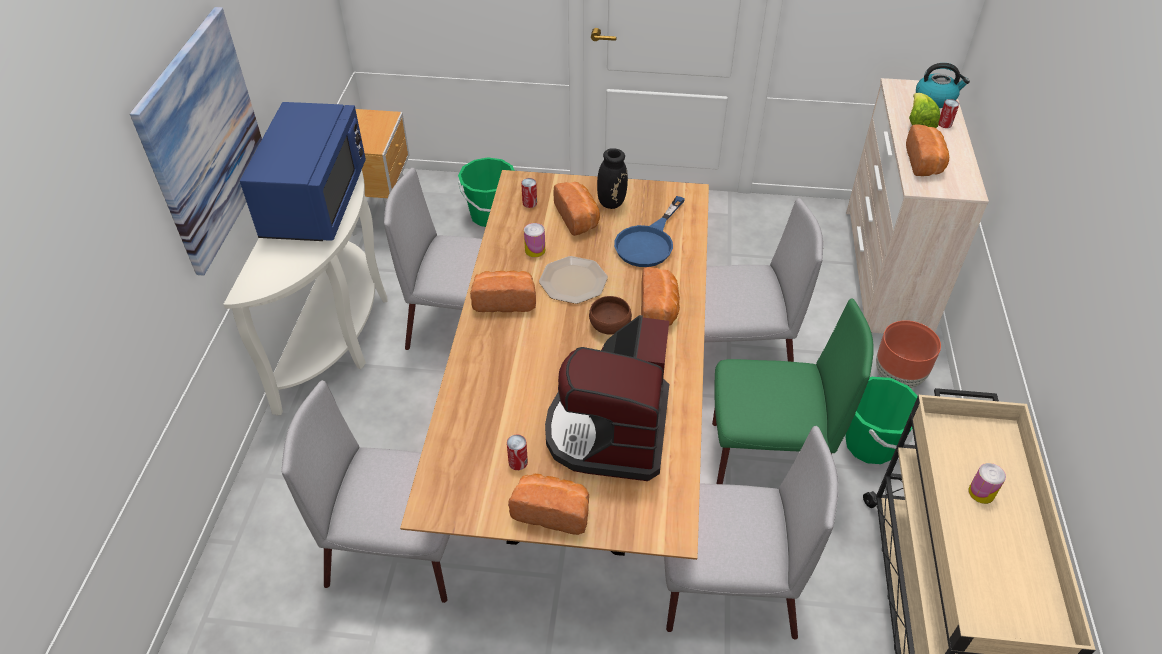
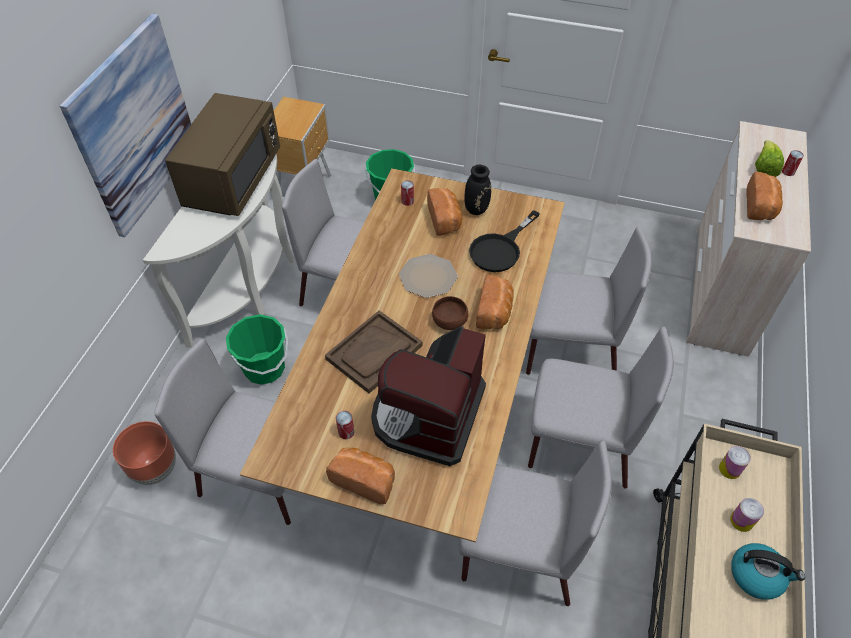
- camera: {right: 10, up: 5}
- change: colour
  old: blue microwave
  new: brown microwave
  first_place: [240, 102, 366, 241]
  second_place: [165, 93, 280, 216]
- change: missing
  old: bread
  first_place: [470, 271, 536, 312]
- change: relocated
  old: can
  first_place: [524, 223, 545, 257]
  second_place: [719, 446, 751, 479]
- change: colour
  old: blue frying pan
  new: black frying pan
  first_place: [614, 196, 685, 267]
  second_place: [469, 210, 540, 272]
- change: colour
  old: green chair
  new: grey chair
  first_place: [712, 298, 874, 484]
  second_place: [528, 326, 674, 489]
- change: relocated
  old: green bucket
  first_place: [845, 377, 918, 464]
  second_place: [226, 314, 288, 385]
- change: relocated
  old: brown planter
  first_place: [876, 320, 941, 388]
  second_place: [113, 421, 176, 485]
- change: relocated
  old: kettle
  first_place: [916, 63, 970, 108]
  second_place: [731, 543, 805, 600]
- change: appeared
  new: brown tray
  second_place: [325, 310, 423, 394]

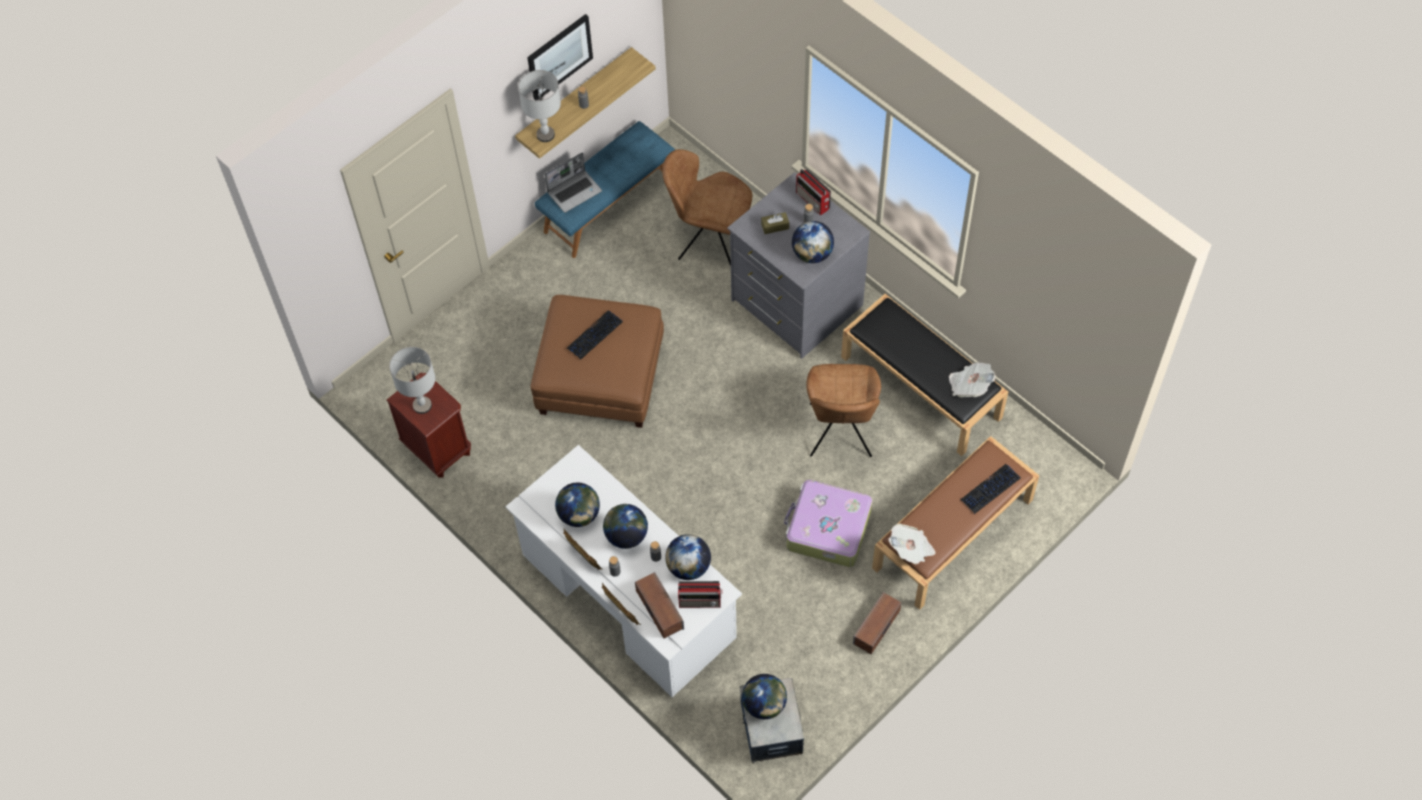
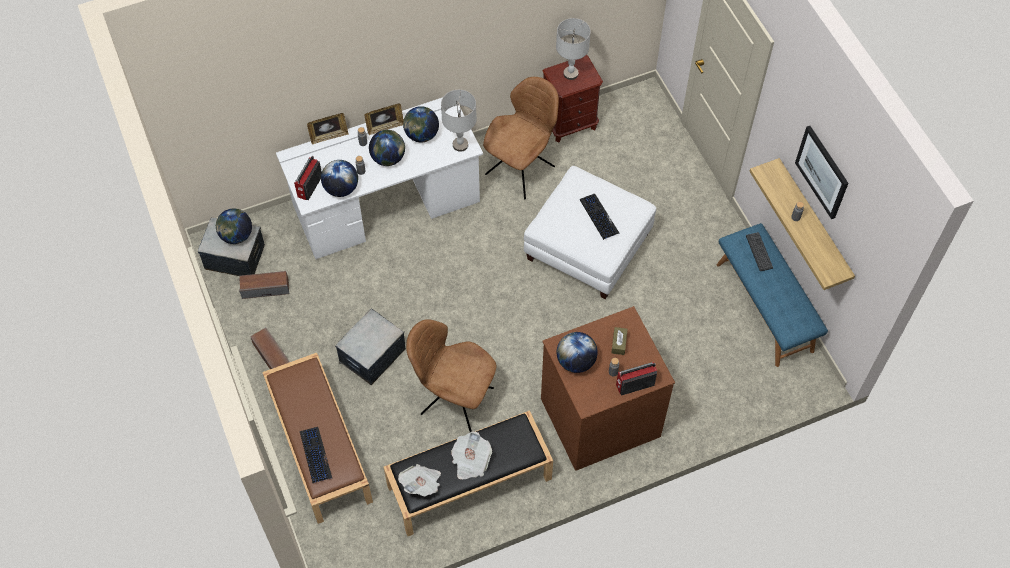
- camera: {right: 110, up: 0}
- change: relocated
  old: grey table lamp
  first_place: [518, 70, 561, 142]
  second_place: [441, 90, 477, 152]
- change: colour
  old: brown ottoman
  new: white ottoman
  first_place: [531, 295, 664, 428]
  second_place: [524, 166, 656, 299]
- change: exchanged
  old: laptop
  new: keyboard
  first_place: [545, 152, 602, 213]
  second_place: [746, 232, 773, 271]
- change: relocated
  old: speaker
  first_place: [635, 572, 684, 638]
  second_place: [239, 271, 290, 299]
- change: relocated
  old: brown chair
  first_place: [662, 149, 752, 266]
  second_place: [483, 77, 559, 199]
- change: colour
  old: grey dresser
  new: brown dresser
  first_place: [727, 172, 870, 359]
  second_place: [541, 306, 675, 471]
- change: exchanged
  old: suitcase
  new: storage box
  first_place: [784, 480, 872, 567]
  second_place: [335, 309, 406, 385]
- change: relocated
  old: newspaper
  first_place: [888, 524, 936, 564]
  second_place: [451, 432, 492, 479]

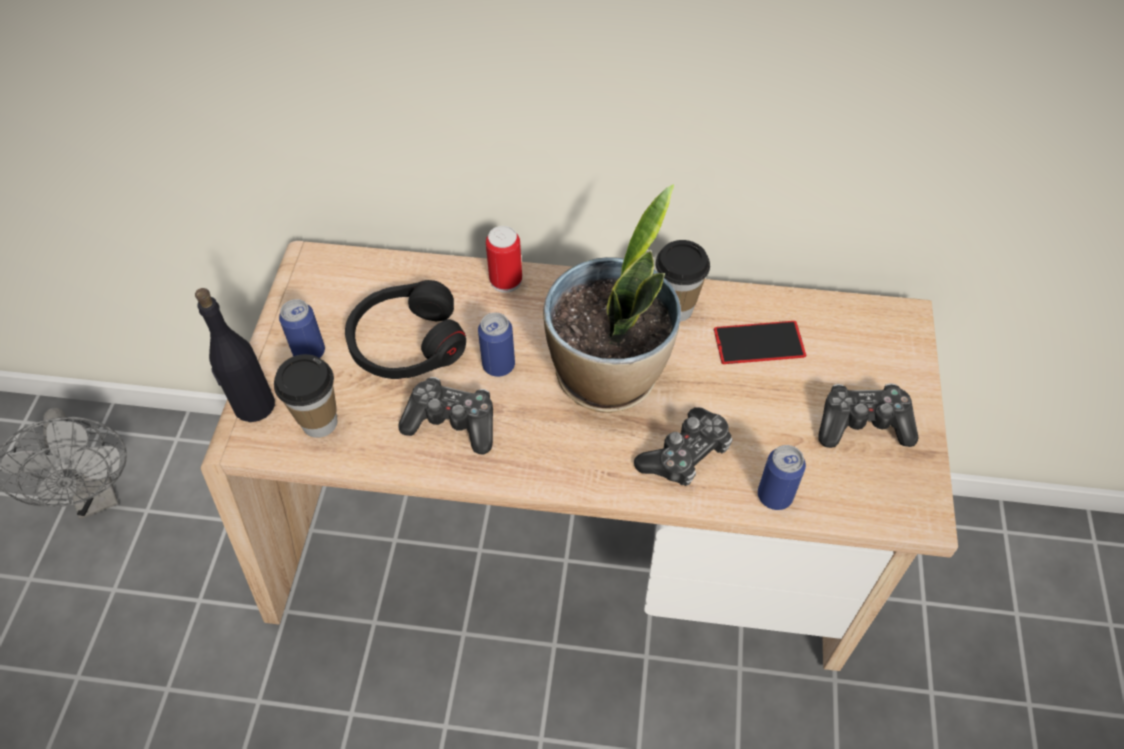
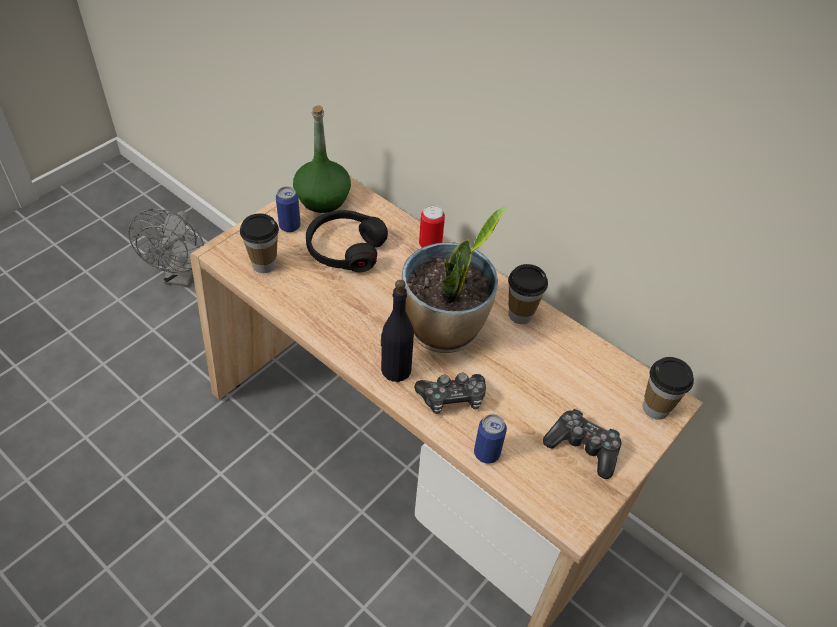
- camera: {right: 30, up: -5}
- change: relocated
  old: black bottle
  first_place: [195, 288, 275, 422]
  second_place: [381, 280, 414, 382]
- change: missing
  old: game controller
  first_place: [398, 377, 493, 454]
- change: missing
  old: can
  first_place: [478, 313, 515, 377]
- change: missing
  old: phone
  first_place: [714, 321, 806, 364]
- change: appeared
  new: green bottle
  second_place: [293, 105, 351, 213]
- change: appeared
  new: cup
  second_place: [643, 357, 694, 420]

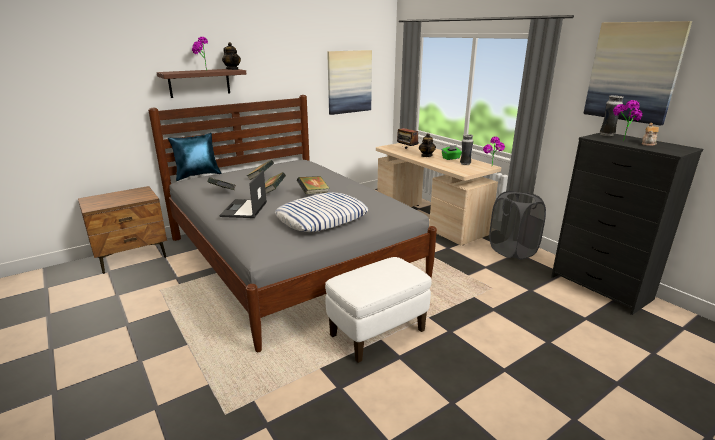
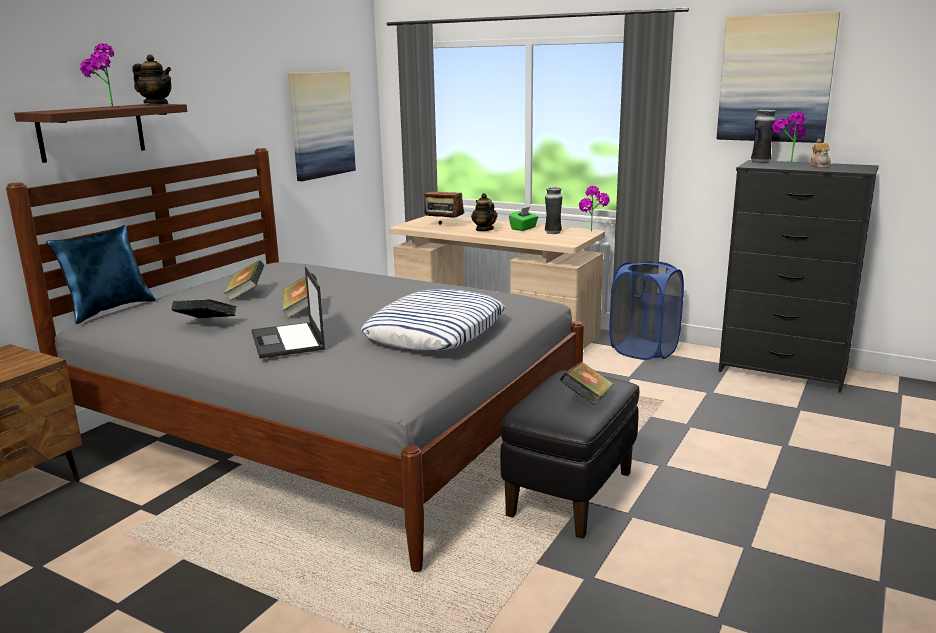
- camera: {right: -25, up: -5}
- change: relocated
  old: book
  first_place: [297, 176, 330, 194]
  second_place: [560, 362, 614, 405]
- change: colour
  old: white ottoman
  new: black ottoman
  first_place: [325, 257, 432, 363]
  second_place: [500, 371, 639, 539]
- change: colour
  old: grey laundry basket
  new: blue laundry basket
  first_place: [489, 191, 546, 260]
  second_place: [609, 261, 684, 360]

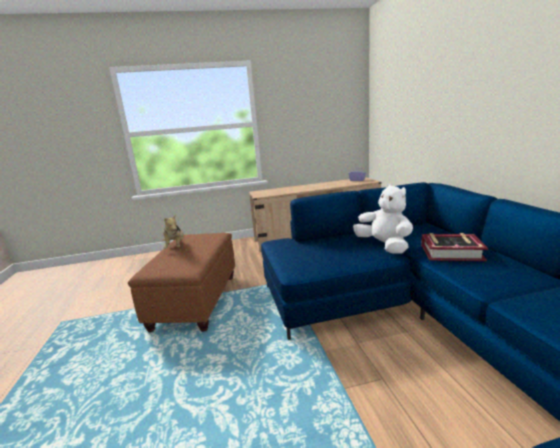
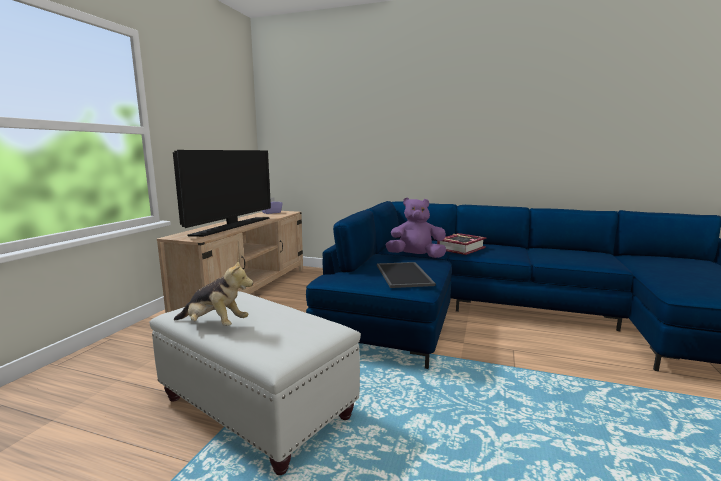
- camera: {right: -60, up: -5}
- change: colour
  old: brown ottoman
  new: white ottoman
  first_place: [128, 233, 235, 332]
  second_place: [149, 291, 361, 475]
- change: colour
  old: white plush toy
  new: purple plush toy
  first_place: [353, 184, 413, 254]
  second_place: [385, 198, 446, 258]
- change: appeared
  new: television
  second_place: [173, 150, 271, 237]
- change: appeared
  new: tray
  second_place: [377, 262, 436, 288]

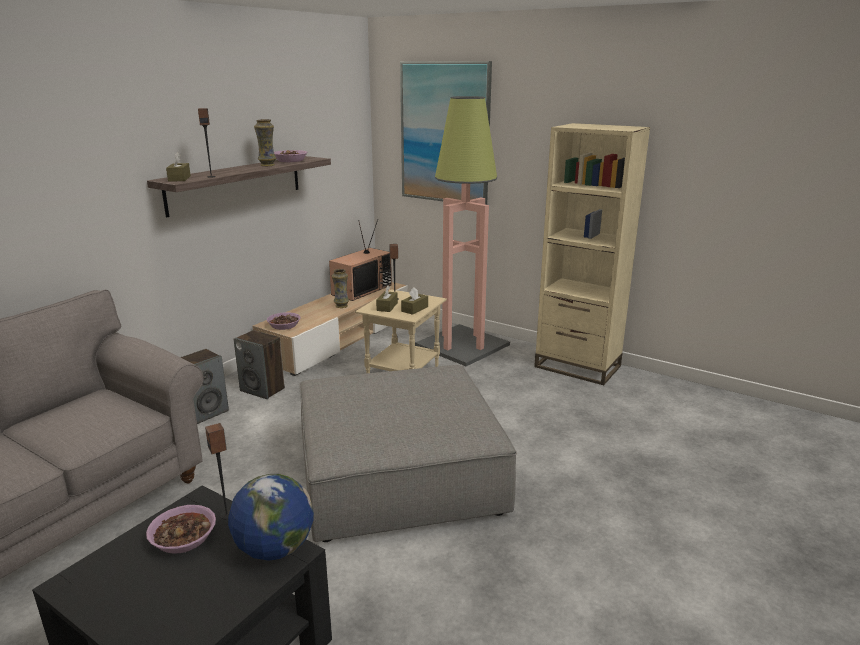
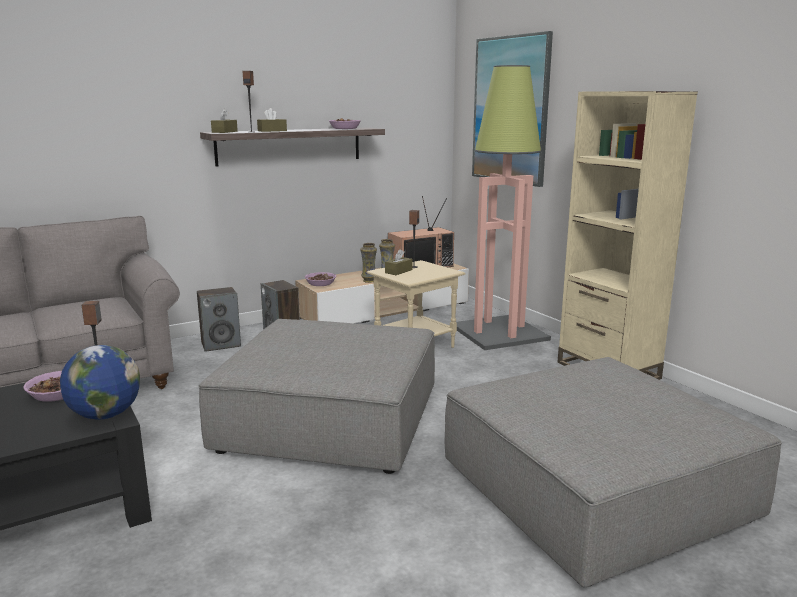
- camera: {right: 25, up: -5}
- change: relocated
  old: vase
  first_place: [254, 119, 276, 166]
  second_place: [360, 243, 377, 283]
- change: relocated
  old: brown tissue box
  first_place: [401, 287, 428, 315]
  second_place: [257, 108, 287, 132]
- change: appeared
  new: grey ottoman
  second_place: [445, 357, 782, 587]

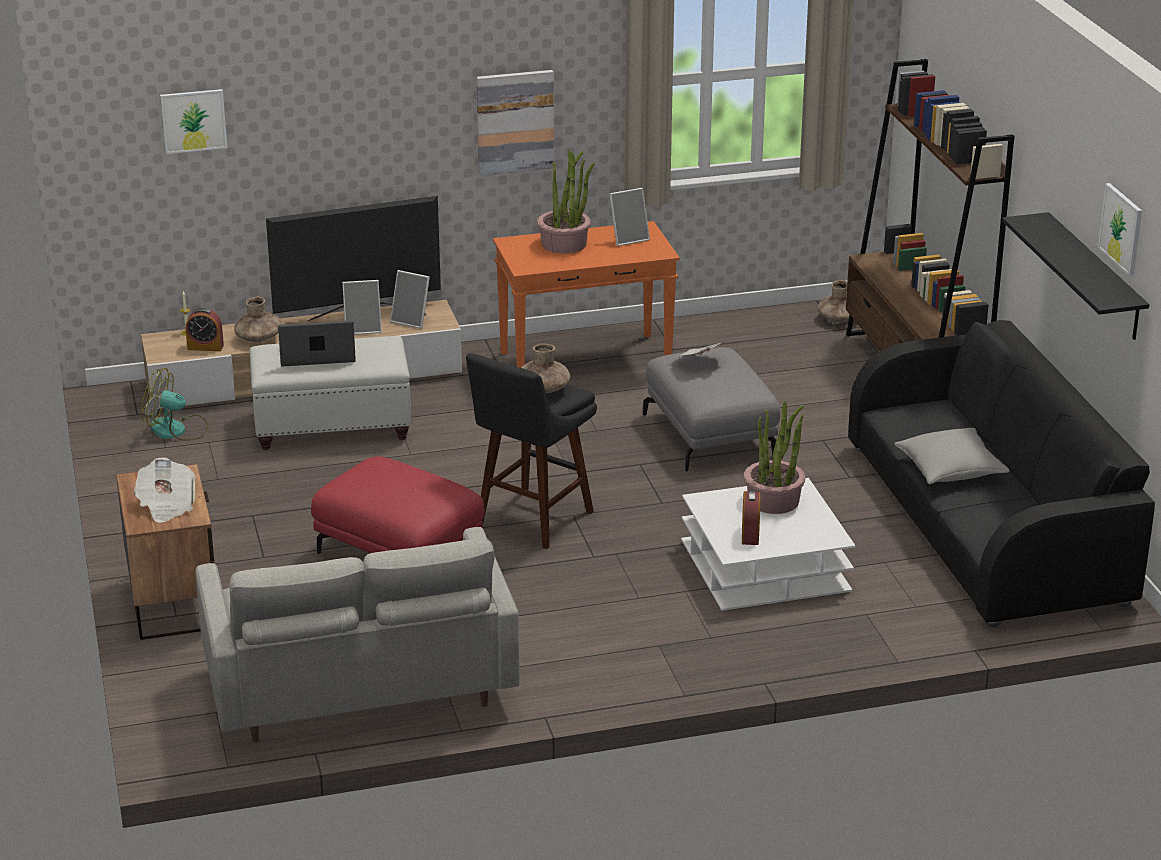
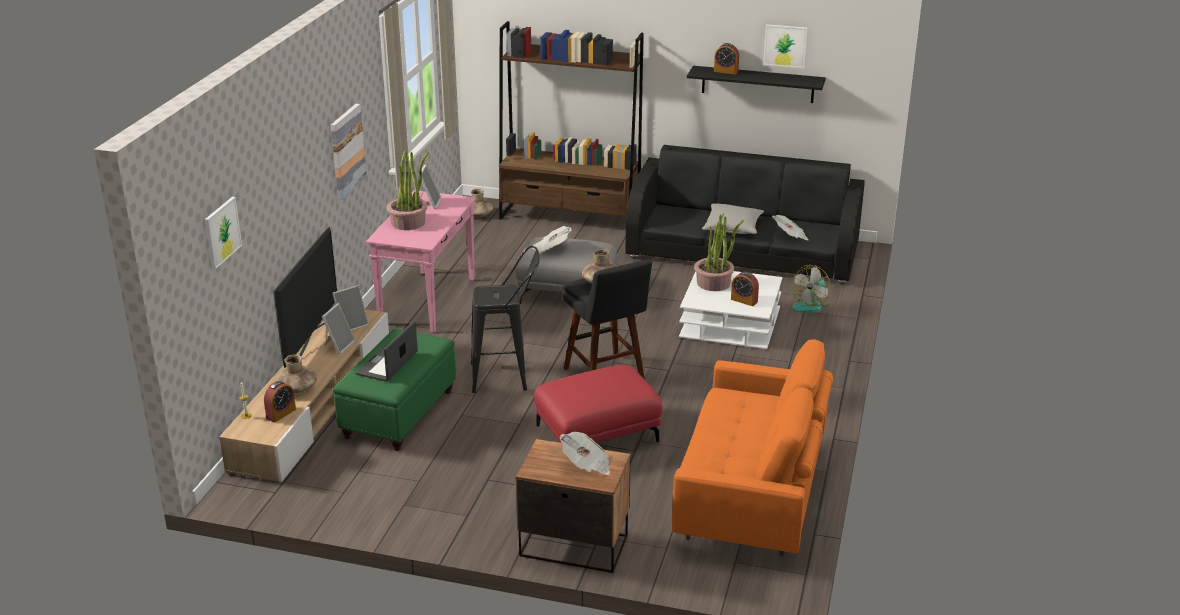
- camera: {right: -60, up: 0}
- change: relocated
  old: fan
  first_place: [141, 368, 208, 441]
  second_place: [792, 265, 831, 313]
- change: colour
  old: grey sofa
  new: orange sofa
  first_place: [195, 527, 520, 742]
  second_place: [672, 339, 833, 556]
- change: colour
  old: white ottoman
  new: green ottoman
  first_place: [249, 336, 411, 450]
  second_place: [332, 329, 456, 451]
- change: colour
  old: orange console table
  new: pink console table
  first_place: [493, 221, 680, 368]
  second_place: [366, 190, 476, 333]
- change: appeared
  new: black stool
  second_place: [471, 246, 540, 393]
- change: appeared
  new: alarm clock
  second_place: [714, 43, 739, 74]
- change: appeared
  new: newspaper
  second_place: [772, 215, 808, 240]

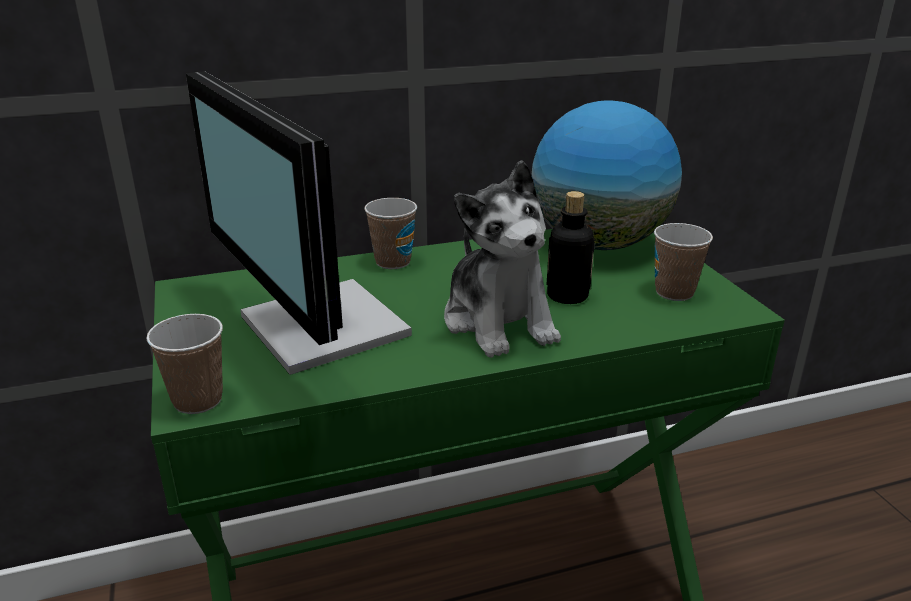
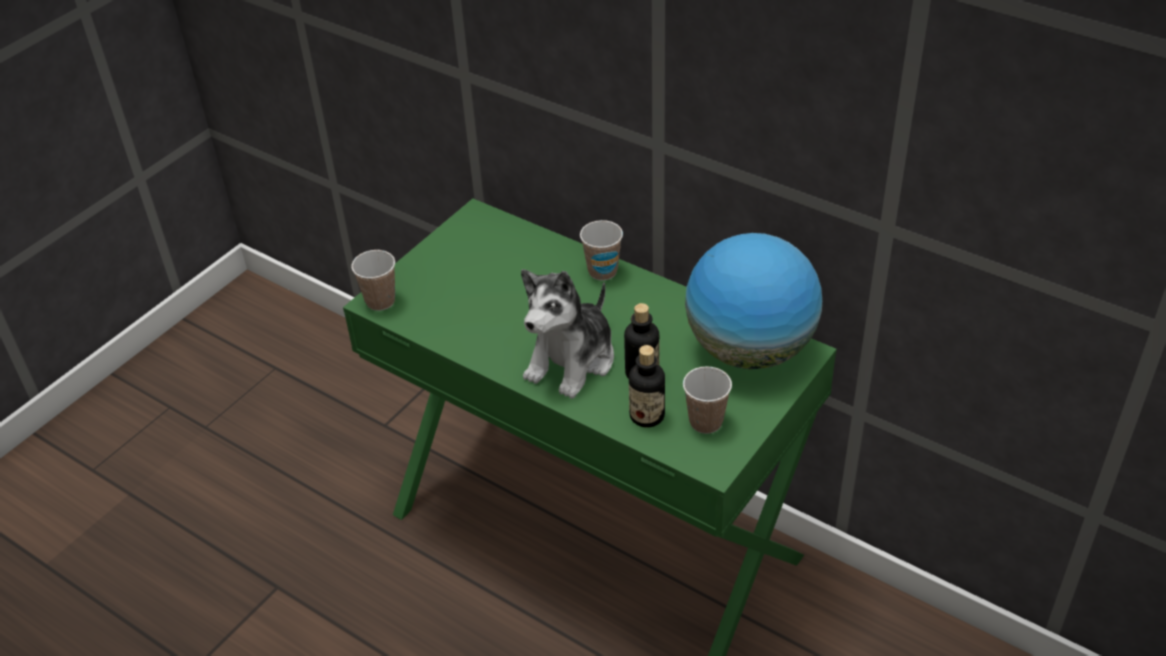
- camera: {right: 55, up: 15}
- change: missing
  old: monitor
  first_place: [186, 71, 412, 375]
- change: appeared
  new: bottle
  second_place: [629, 345, 665, 427]

